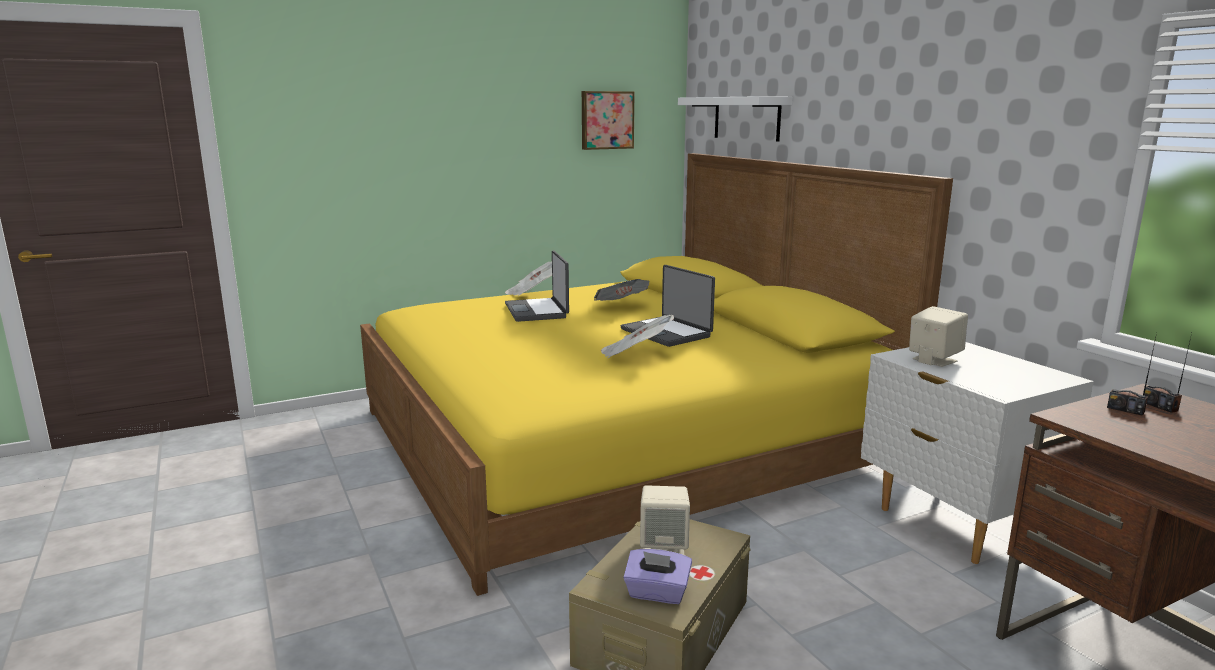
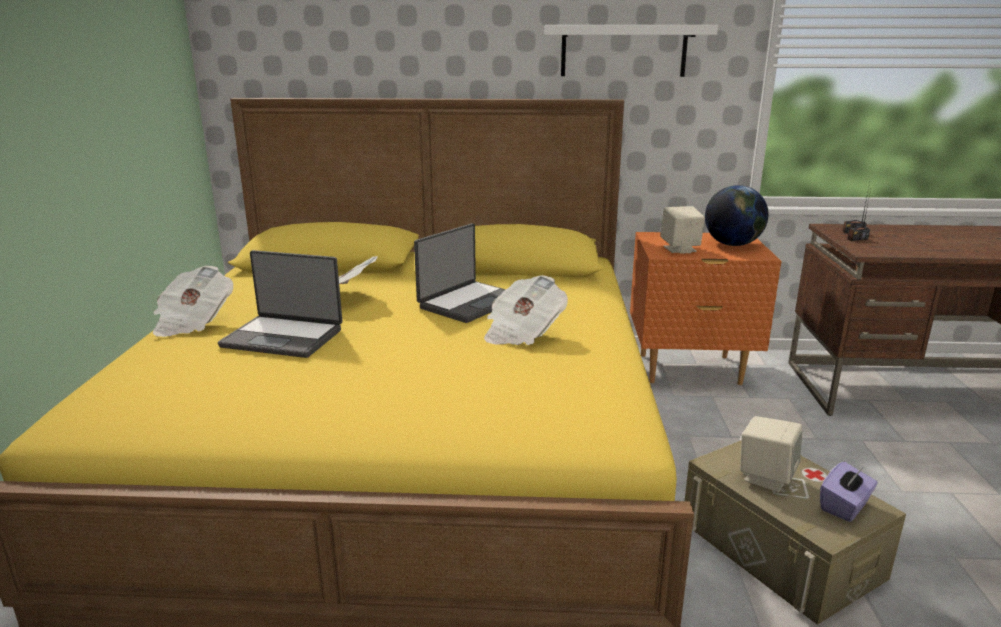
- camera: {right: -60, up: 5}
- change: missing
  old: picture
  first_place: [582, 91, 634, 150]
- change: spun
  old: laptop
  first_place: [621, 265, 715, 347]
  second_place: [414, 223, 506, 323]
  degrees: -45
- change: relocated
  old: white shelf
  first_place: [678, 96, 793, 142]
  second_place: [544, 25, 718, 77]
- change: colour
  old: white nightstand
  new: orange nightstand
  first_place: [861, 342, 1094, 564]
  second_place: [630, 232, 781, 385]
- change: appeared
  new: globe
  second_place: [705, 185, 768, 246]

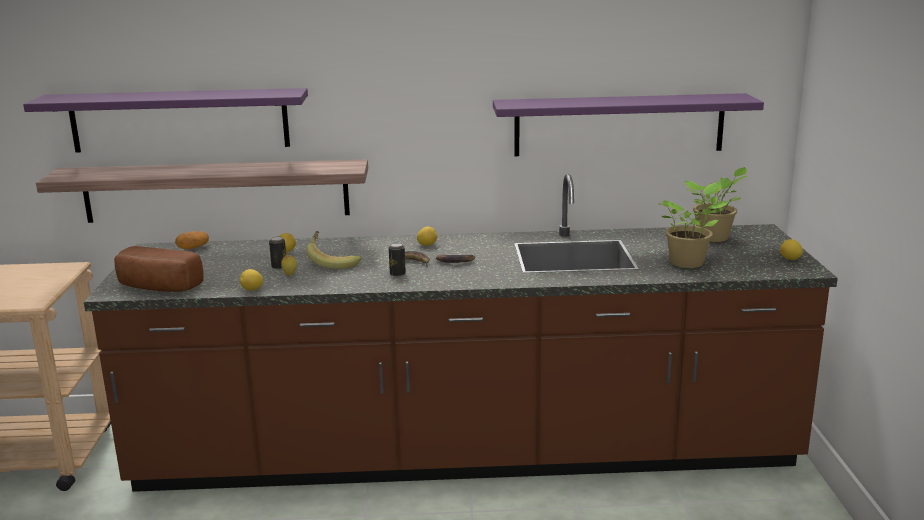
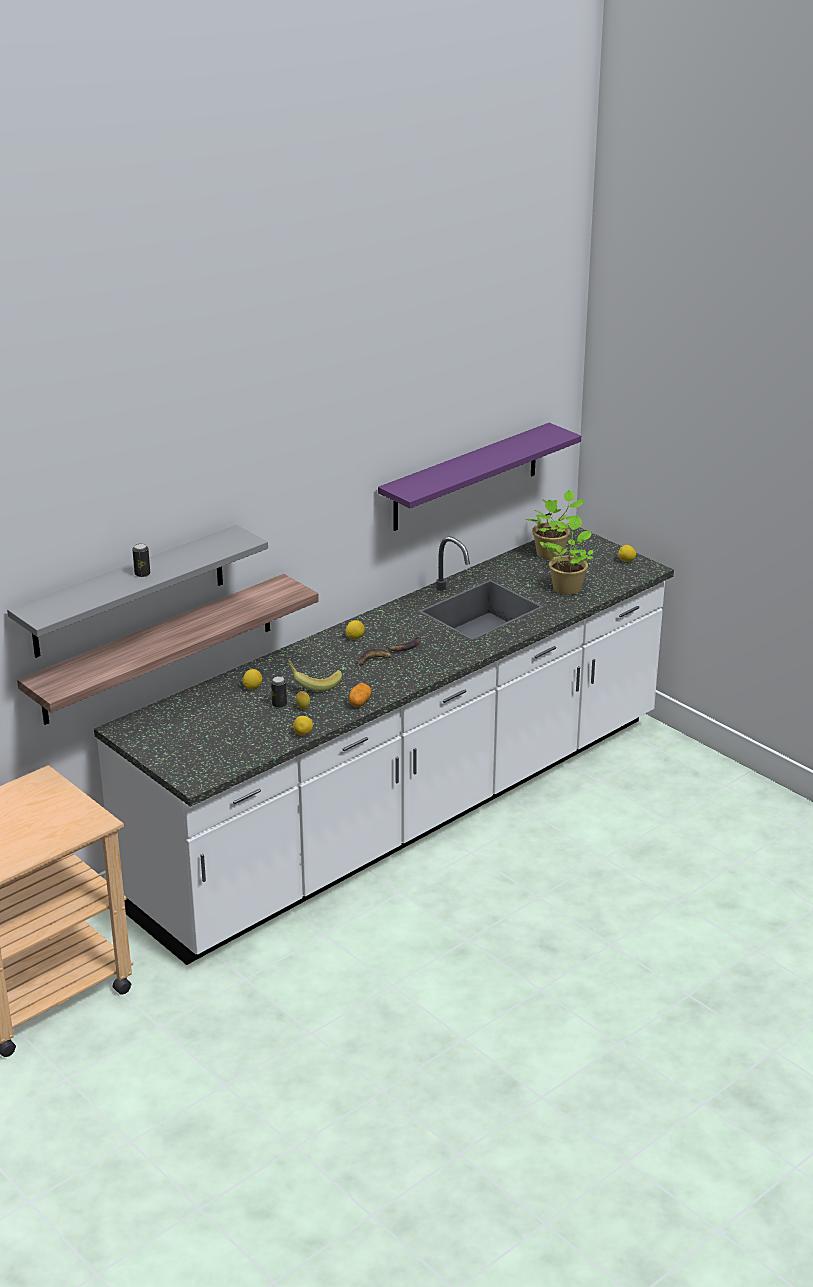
- camera: {right: -40, up: 10}
- change: colour
  old: purple shelf
  new: grey shelf
  first_place: [23, 88, 308, 153]
  second_place: [7, 525, 268, 658]
- change: colour
  old: brown counter
  new: white counter
  first_place: [84, 174, 838, 492]
  second_place: [94, 525, 674, 965]
- change: missing
  old: bread
  first_place: [114, 246, 204, 292]
- change: relocated
  old: potato
  first_place: [175, 231, 209, 249]
  second_place: [349, 683, 372, 707]
- change: relocated
  old: can
  first_place: [389, 243, 406, 277]
  second_place: [132, 543, 150, 577]

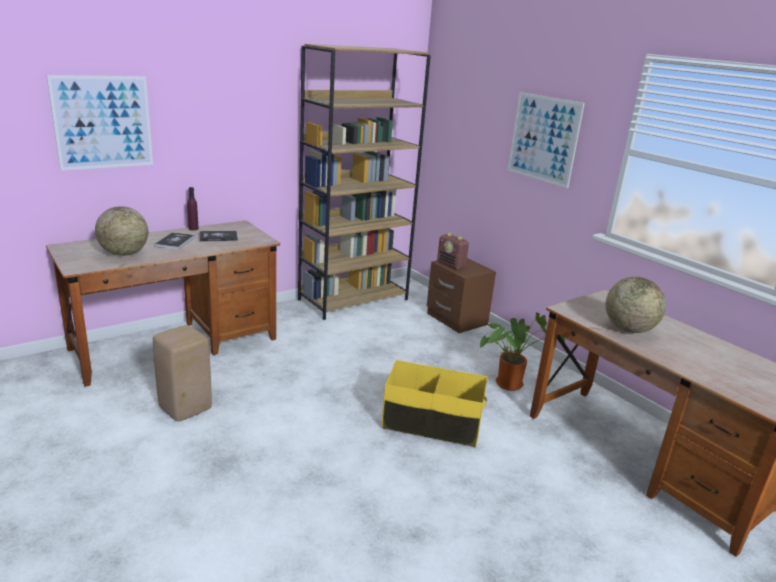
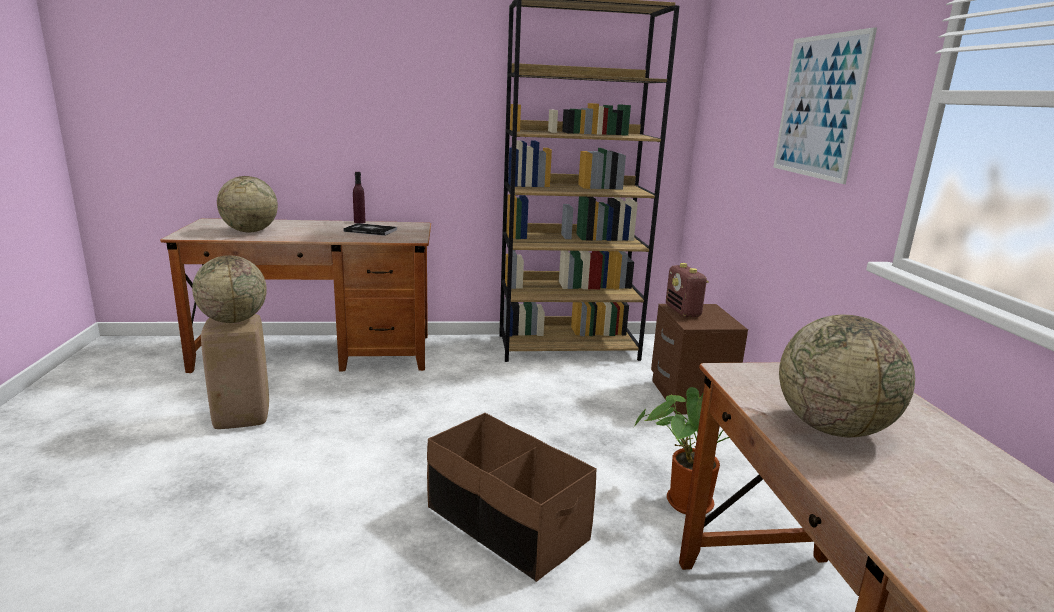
- camera: {right: 30, up: -5}
- change: missing
  old: picture
  first_place: [47, 75, 153, 171]
- change: missing
  old: book
  first_place: [155, 232, 195, 250]
- change: colour
  old: yellow storage box
  new: brown storage box
  first_place: [382, 360, 488, 447]
  second_place: [427, 413, 597, 582]
- change: appeared
  new: globe
  second_place: [192, 255, 267, 323]

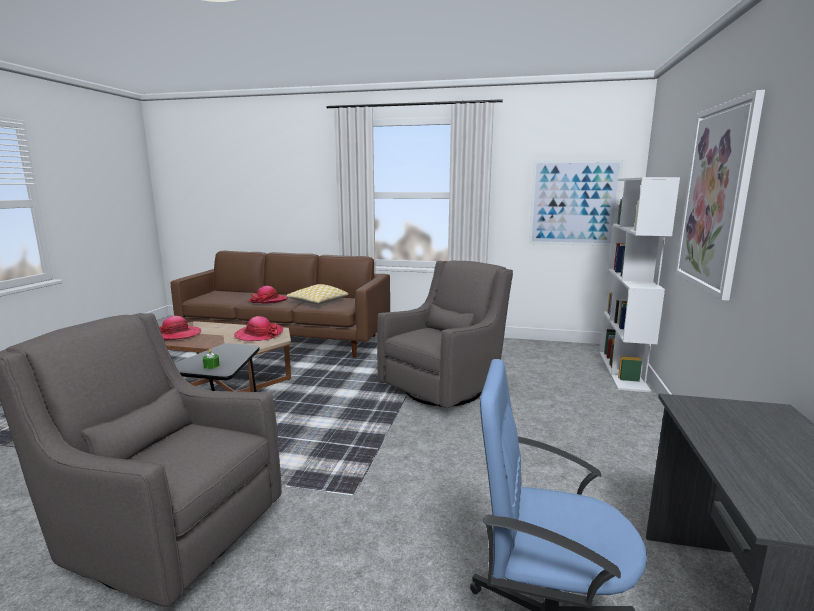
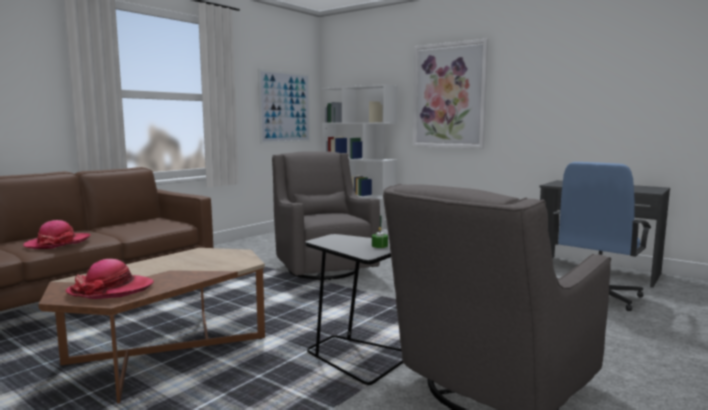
- camera: {right: -65, up: -5}
- change: missing
  old: hat
  first_place: [234, 316, 283, 341]
- change: missing
  old: pillow
  first_place: [286, 284, 349, 304]

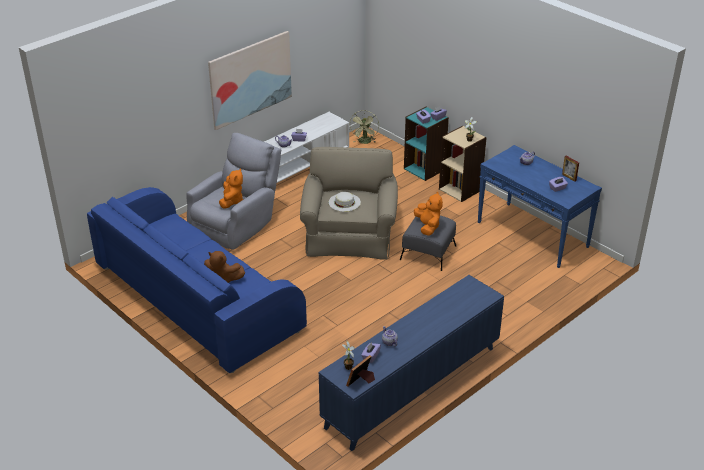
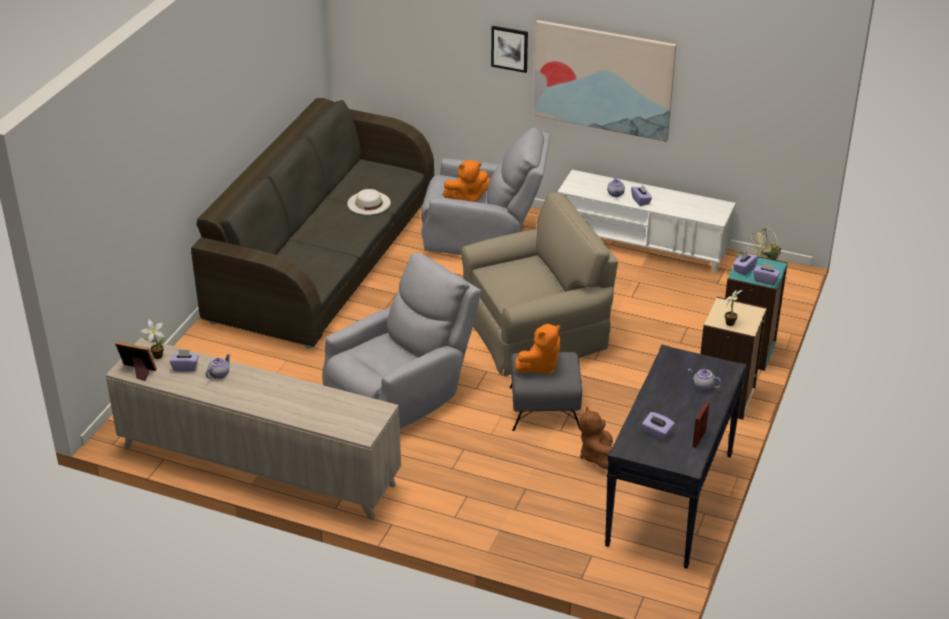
- camera: {right: 65, up: 0}
- change: colour
  old: blue sofa
  new: grey sofa
  first_place: [87, 187, 307, 373]
  second_place: [191, 98, 434, 349]
- change: relocated
  old: brown plush toy
  first_place: [204, 251, 245, 283]
  second_place: [579, 406, 613, 470]
- change: colour
  old: blue cabinet
  new: beige cabinet
  first_place: [319, 275, 504, 451]
  second_place: [106, 338, 401, 520]
- change: relocated
  old: white hat
  first_place: [328, 192, 361, 212]
  second_place: [347, 189, 391, 215]
- change: colour
  old: blue console table
  new: black console table
  first_place: [477, 145, 602, 268]
  second_place: [604, 345, 747, 569]
- change: appeared
  new: grey armchair
  second_place: [322, 253, 481, 429]
- change: appeared
  new: picture
  second_place: [491, 26, 528, 73]

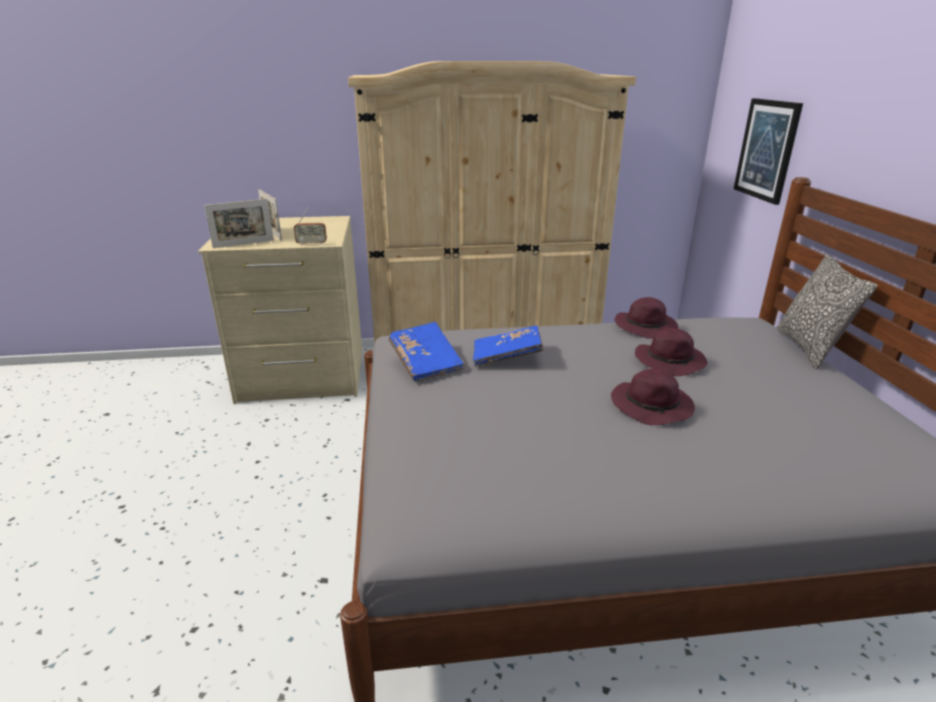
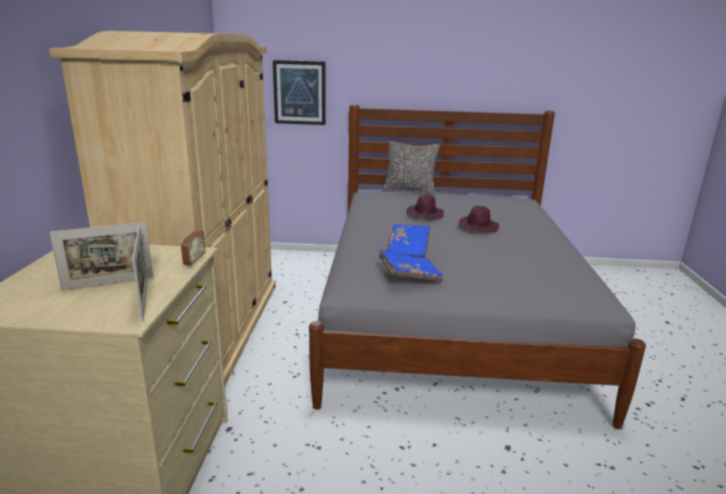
- camera: {right: -80, up: -5}
- change: missing
  old: purple hat
  first_place: [614, 297, 678, 339]

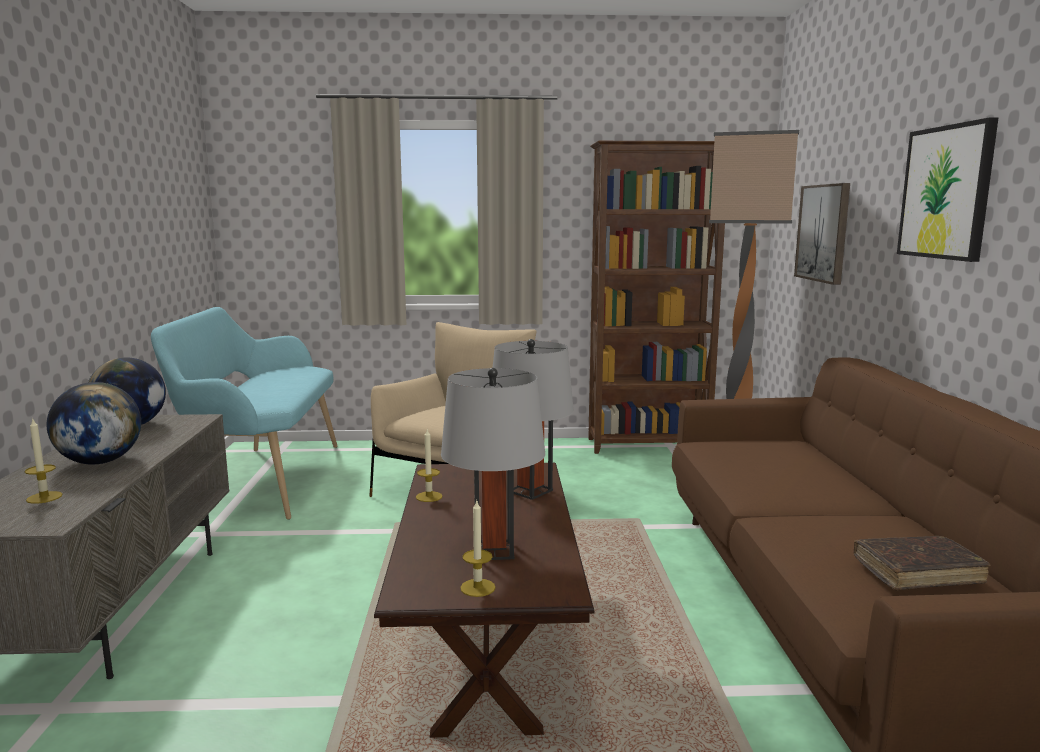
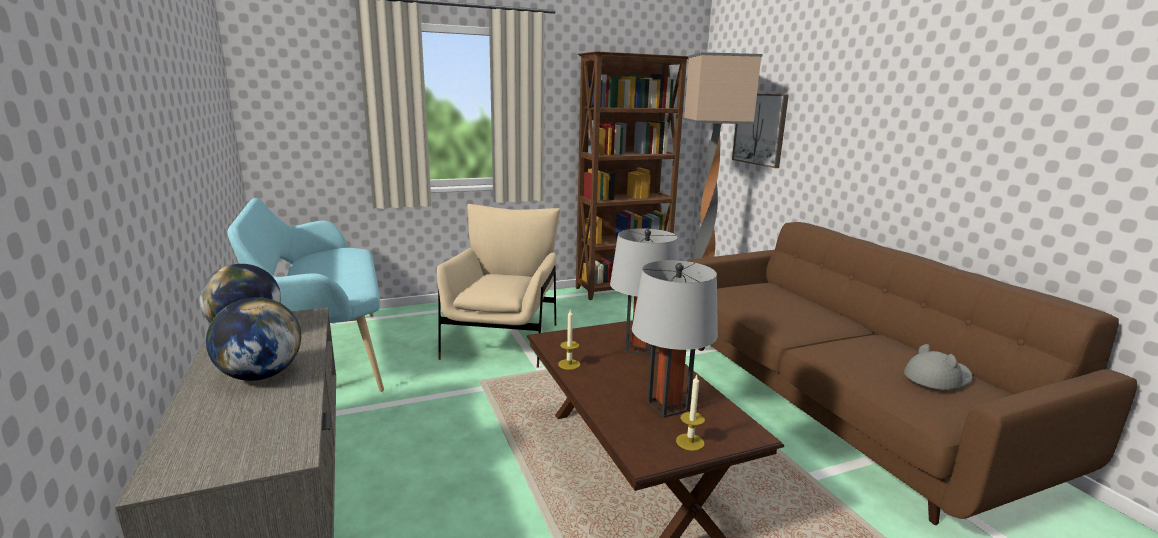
- camera: {right: -20, up: 5}
- change: missing
  old: candle
  first_place: [25, 419, 63, 504]
- change: exchanged
  old: brown book
  new: grey hat
  first_place: [854, 536, 990, 590]
  second_place: [904, 344, 972, 390]
- change: missing
  old: picture
  first_place: [897, 117, 999, 262]

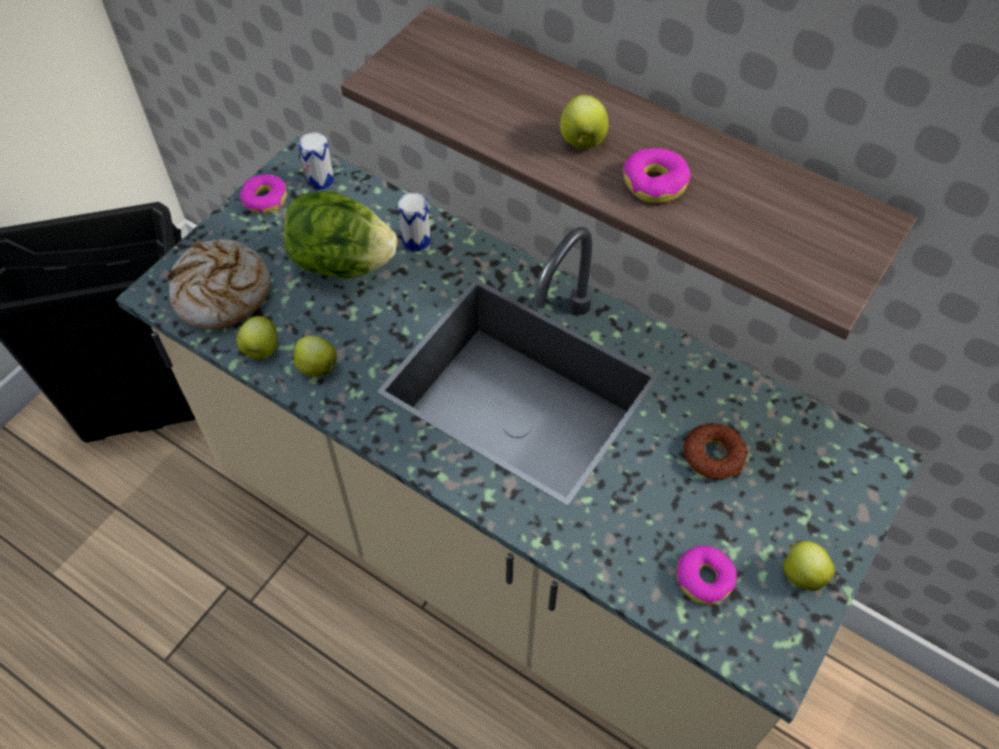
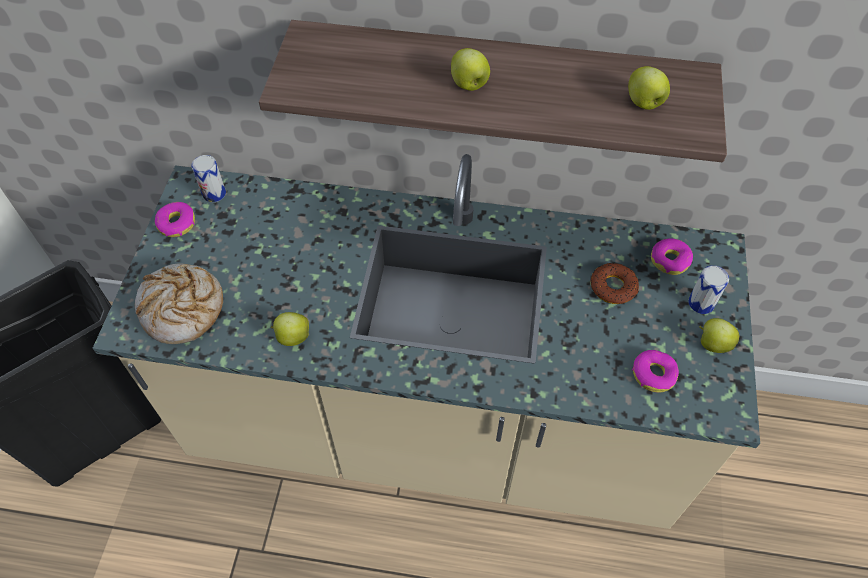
- camera: {right: -25, up: 0}
- change: relocated
  old: apple
  first_place: [237, 316, 277, 359]
  second_place: [628, 66, 670, 110]
- change: missing
  old: lettuce
  first_place: [284, 191, 397, 278]
- change: relocated
  old: can
  first_place: [398, 192, 431, 251]
  second_place: [688, 265, 729, 314]
- change: relocated
  old: donut
  first_place: [623, 148, 690, 203]
  second_place: [651, 238, 693, 275]

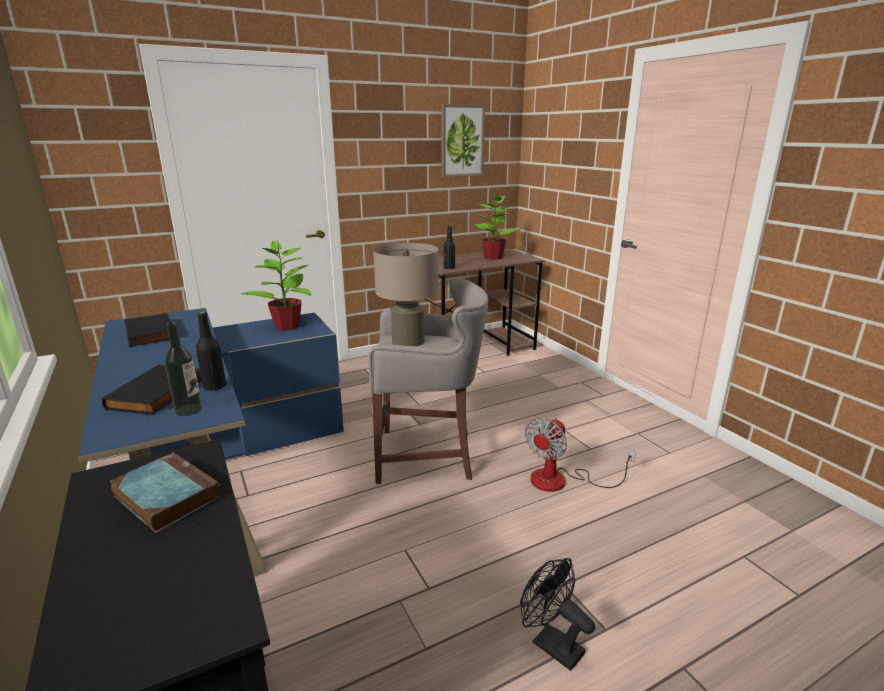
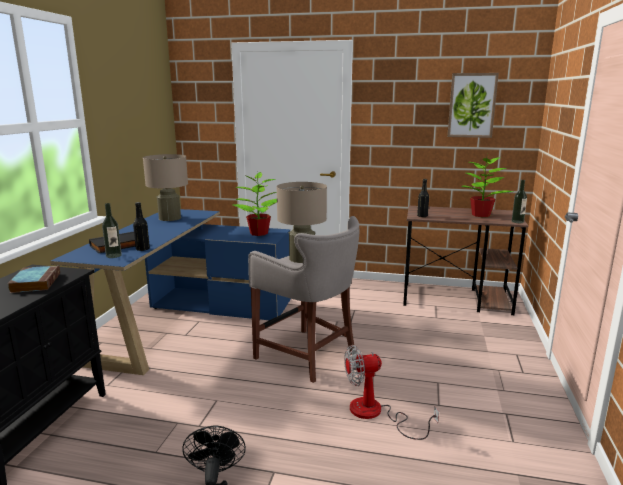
- camera: {right: 40, up: -5}
- change: exchanged
  old: black book
  new: beige table lamp
  first_place: [124, 313, 172, 347]
  second_place: [143, 154, 188, 221]
- change: appeared
  new: bottle
  second_place: [512, 180, 527, 223]

